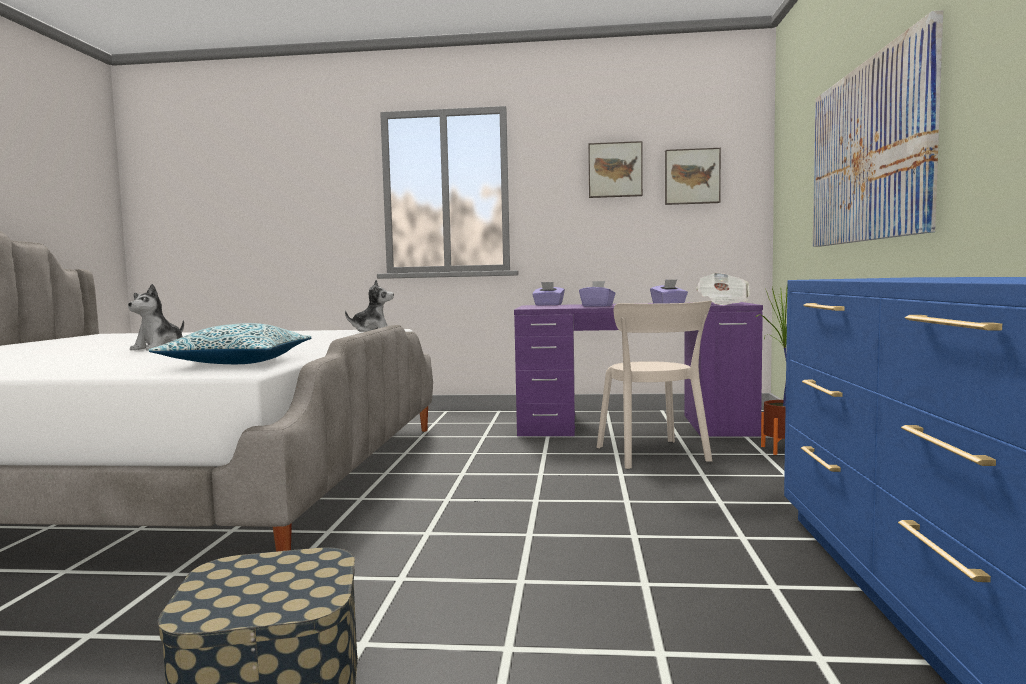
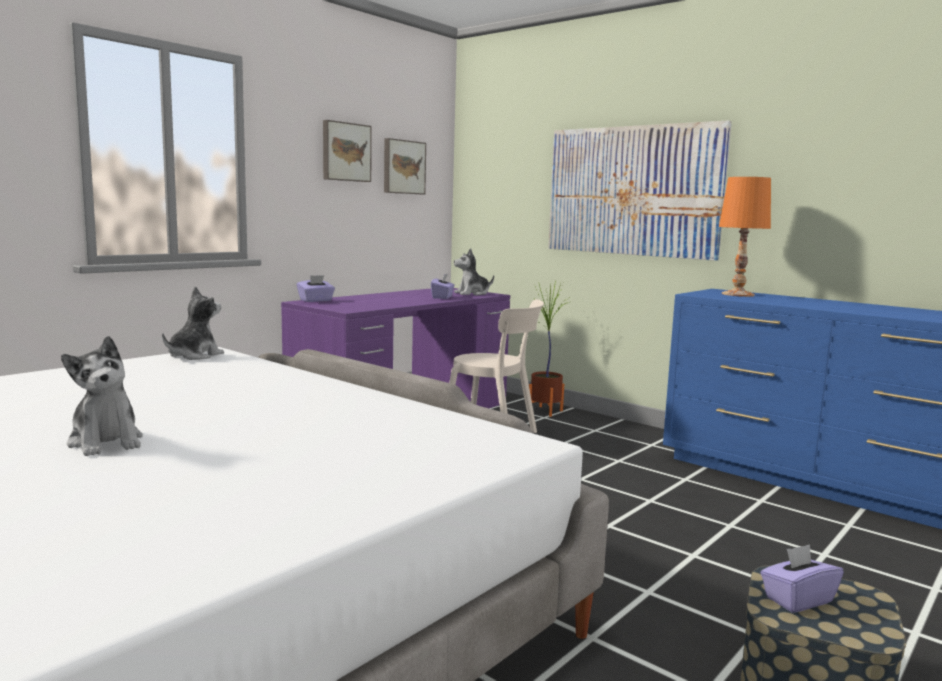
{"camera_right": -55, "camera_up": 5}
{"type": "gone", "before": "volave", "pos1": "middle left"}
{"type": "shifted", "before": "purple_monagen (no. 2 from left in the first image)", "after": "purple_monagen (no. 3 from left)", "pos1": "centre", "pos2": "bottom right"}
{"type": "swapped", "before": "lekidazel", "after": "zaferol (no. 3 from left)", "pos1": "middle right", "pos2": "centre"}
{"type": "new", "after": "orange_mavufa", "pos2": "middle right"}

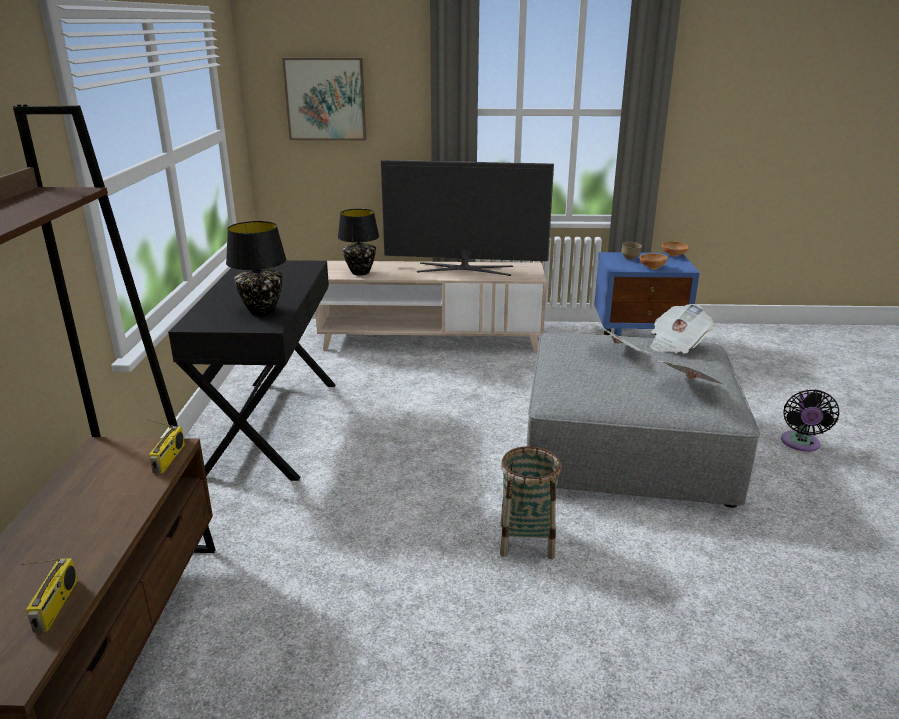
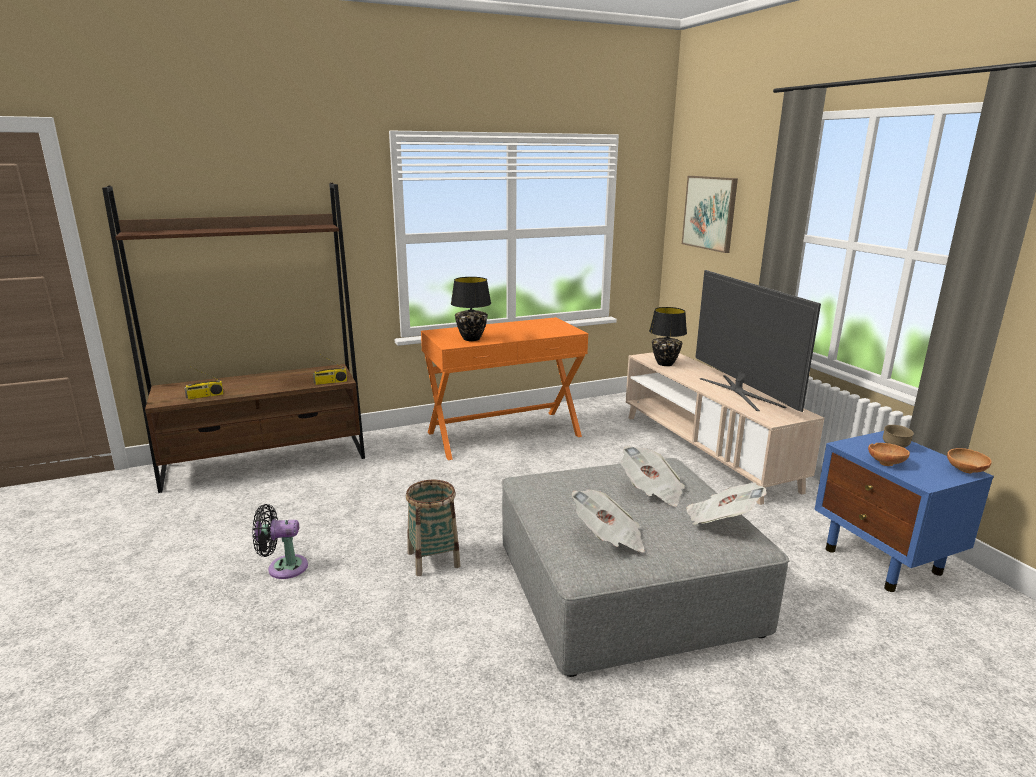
{"camera_right": 65, "camera_up": -5}
{"type": "repainted", "before": "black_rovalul", "after": "orange_rovalul", "pos1": "middle left", "pos2": "centre"}
{"type": "shifted", "before": "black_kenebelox", "pos1": "middle right", "pos2": "bottom left"}

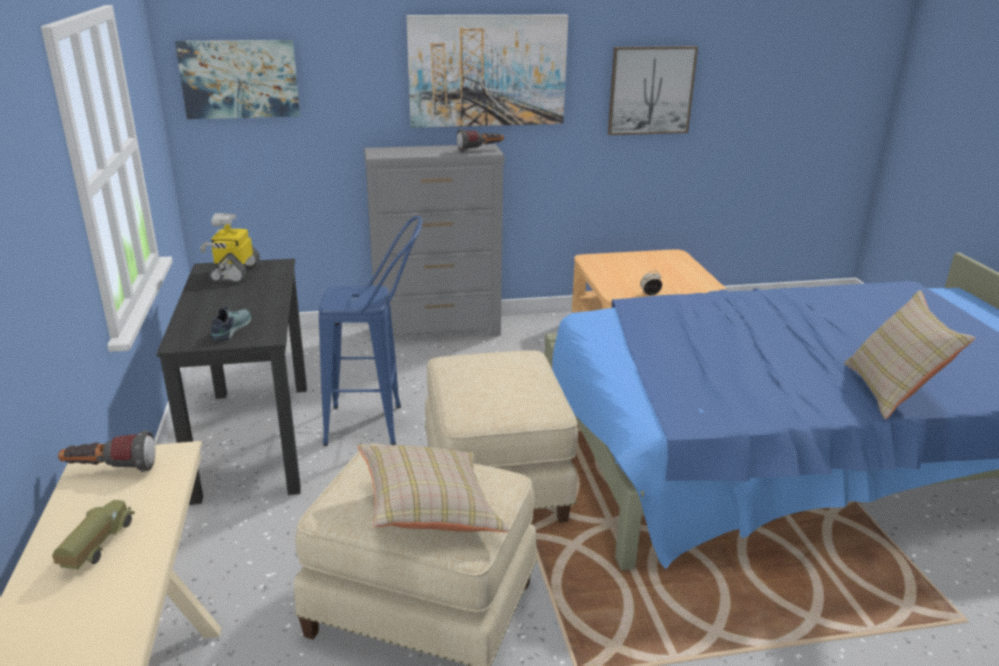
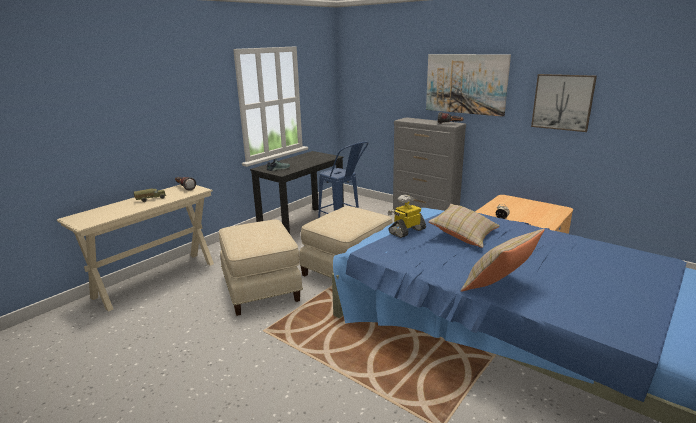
{"camera_right": 50, "camera_up": -5}
{"type": "gone", "before": "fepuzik (no. 1 from left)", "pos1": "top left"}
{"type": "shifted", "before": "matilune", "pos1": "middle left", "pos2": "centre"}
{"type": "shifted", "before": "beige_volave (no. 1 from left)", "pos1": "bottom centre", "pos2": "middle right"}

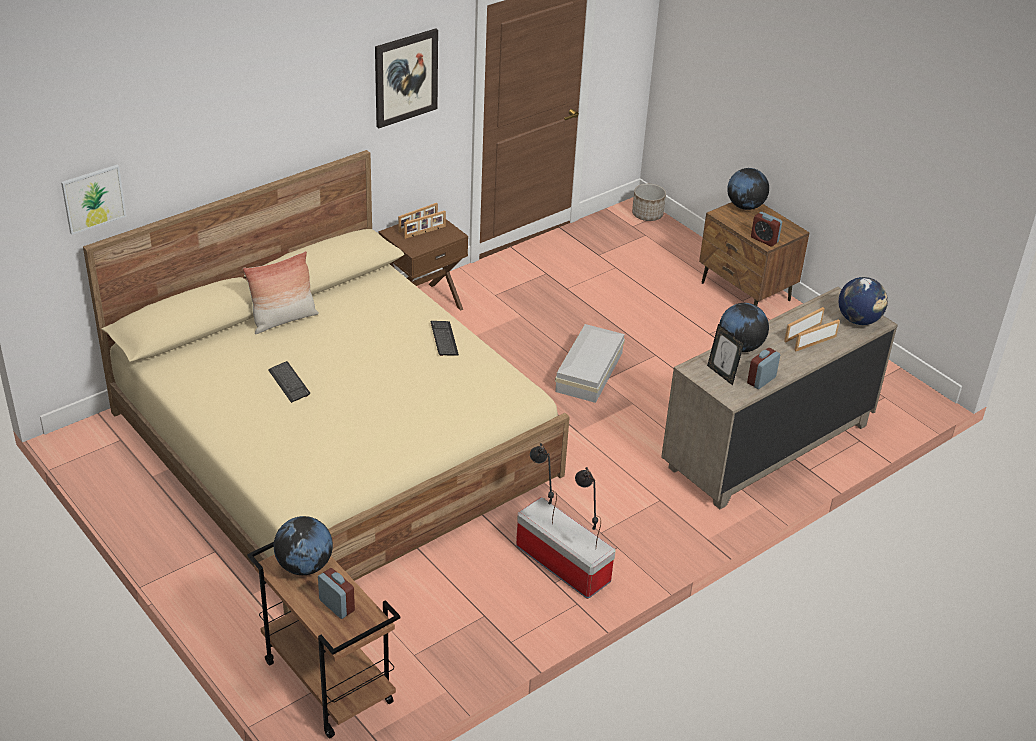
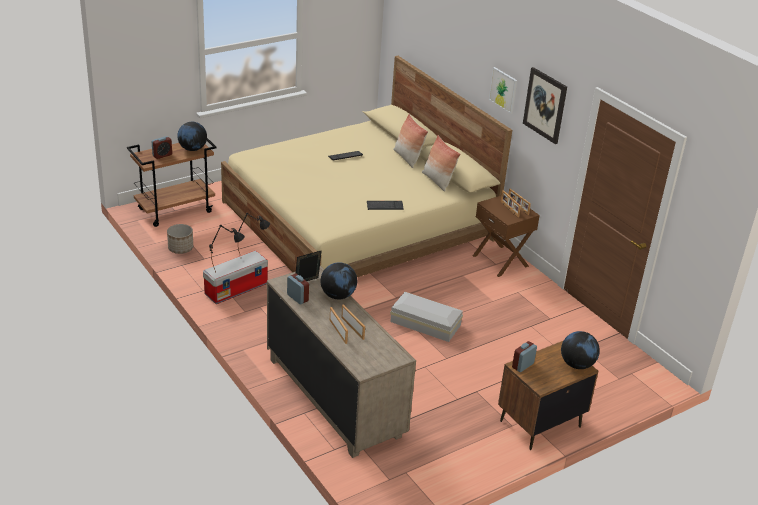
{"camera_right": 95, "camera_up": -5}
{"type": "shifted", "before": "fepuzik (no. 1 from left)", "pos1": "top left", "pos2": "top centre"}
{"type": "shifted", "before": "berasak", "pos1": "top centre", "pos2": "middle left"}
{"type": "gone", "before": "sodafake (no. 4 from left)", "pos1": "middle right"}
{"type": "new", "after": "volave (no. 2 from left)", "pos2": "top centre"}

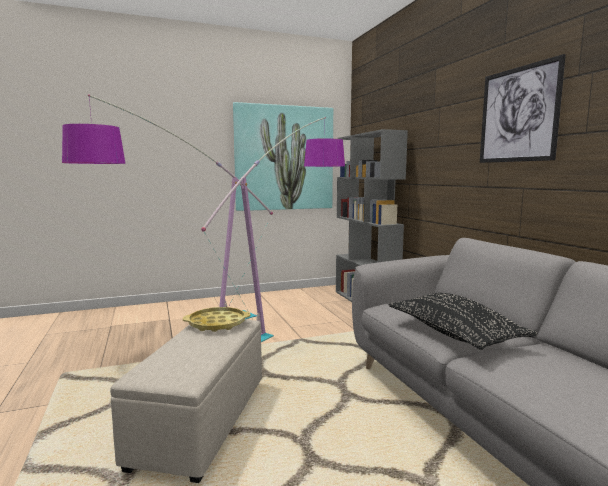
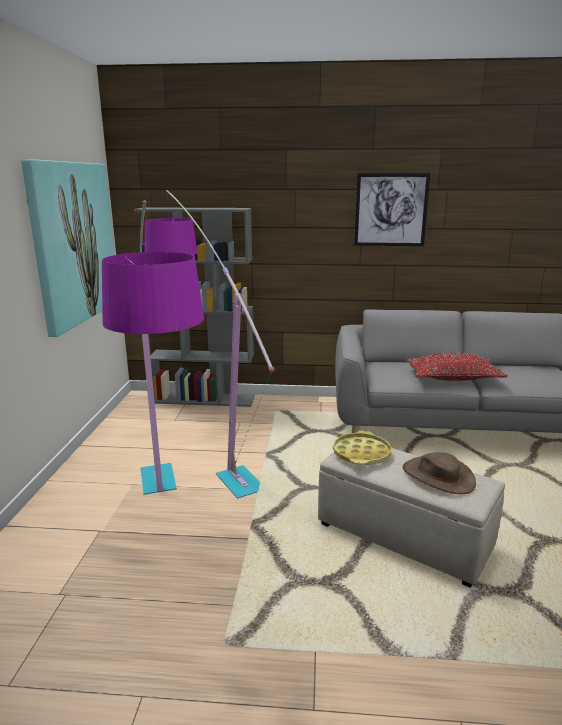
{"camera_right": -65, "camera_up": 10}
{"type": "repainted", "before": "black_volave", "after": "red_volave", "pos1": "middle right", "pos2": "middle right"}
{"type": "new", "after": "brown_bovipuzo", "pos2": "middle right"}

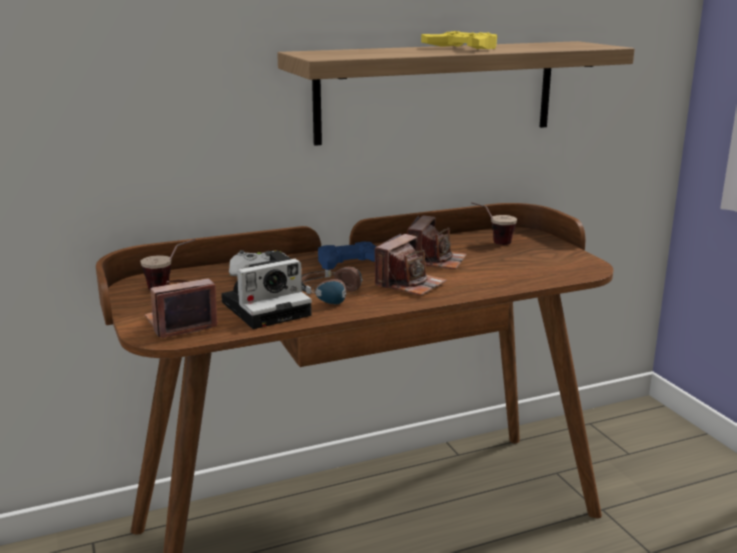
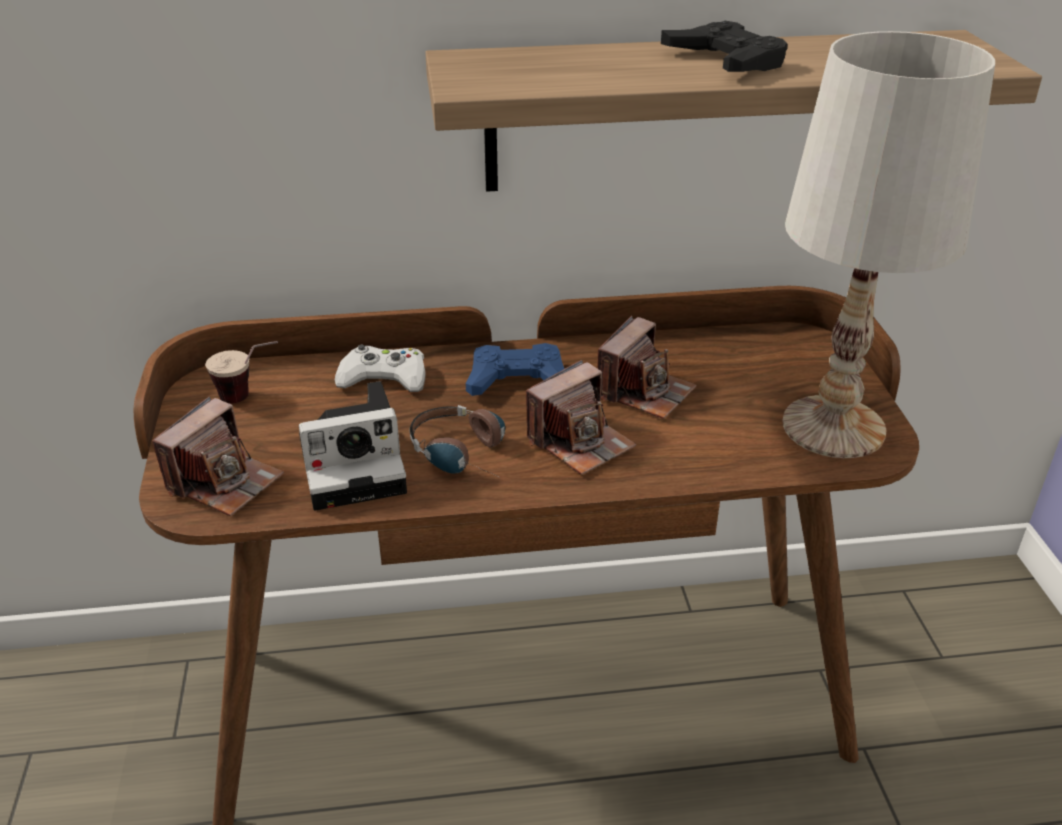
{"camera_right": 15, "camera_up": 15}
{"type": "rotated", "before": "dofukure (no. 1 from left)", "pos1": "middle left", "pos2": "middle left", "turn": 135}
{"type": "repainted", "before": "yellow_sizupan", "after": "black_sizupan", "pos1": "top centre", "pos2": "top right"}
{"type": "gone", "before": "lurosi (no. 2 from left)", "pos1": "middle right"}
{"type": "new", "after": "white_mavufa", "pos2": "top right"}

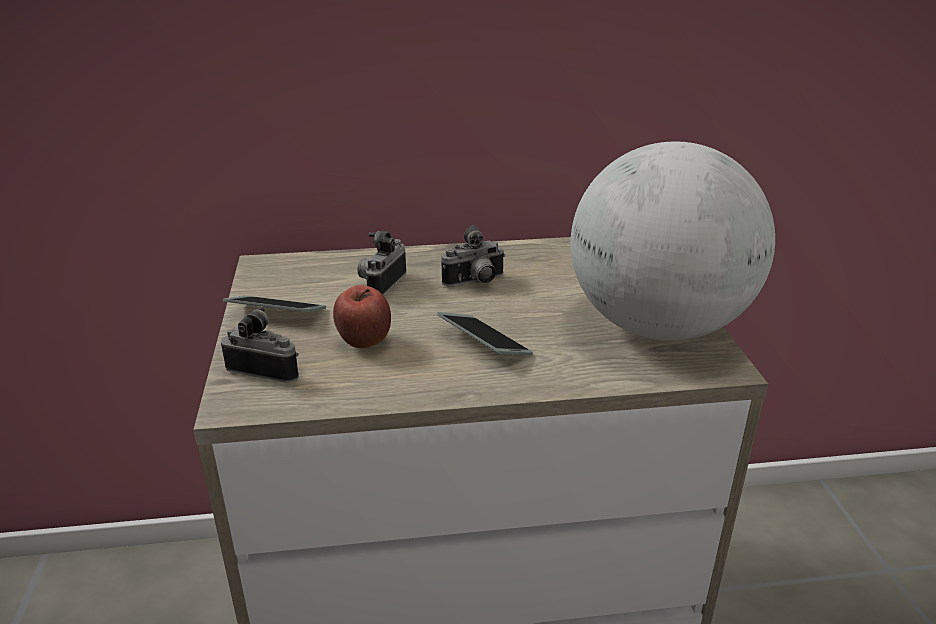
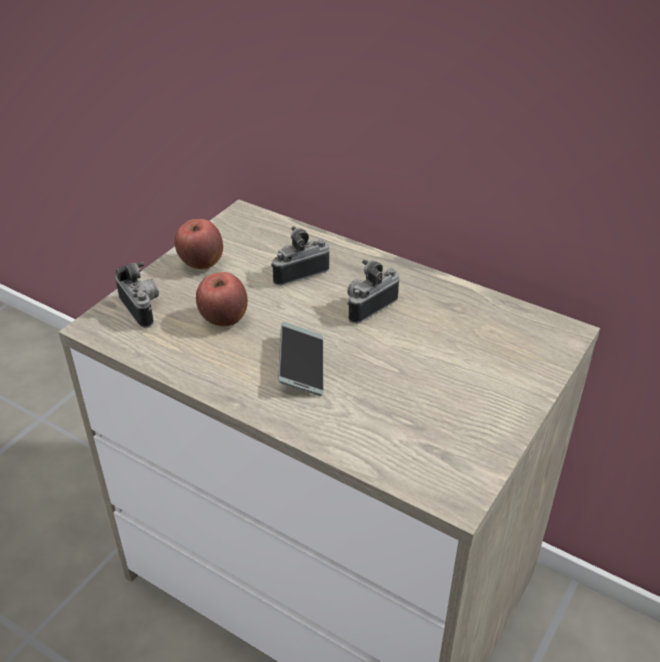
{"camera_right": 40, "camera_up": 10}
{"type": "swapped", "before": "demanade (no. 1 from left)", "after": "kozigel (no. 1 from left)", "pos1": "middle left", "pos2": "middle left"}
{"type": "rotated", "before": "dofukure (no. 3 from left)", "pos1": "centre", "pos2": "centre", "turn": 120}
{"type": "gone", "before": "sodafake", "pos1": "middle right"}

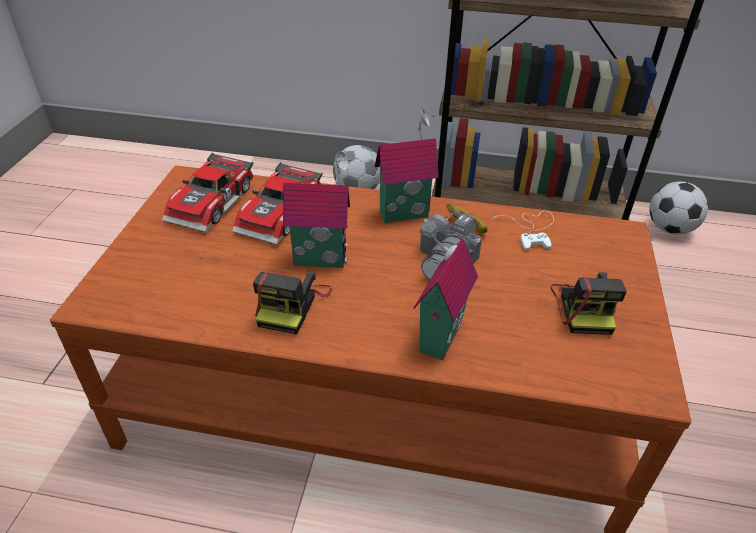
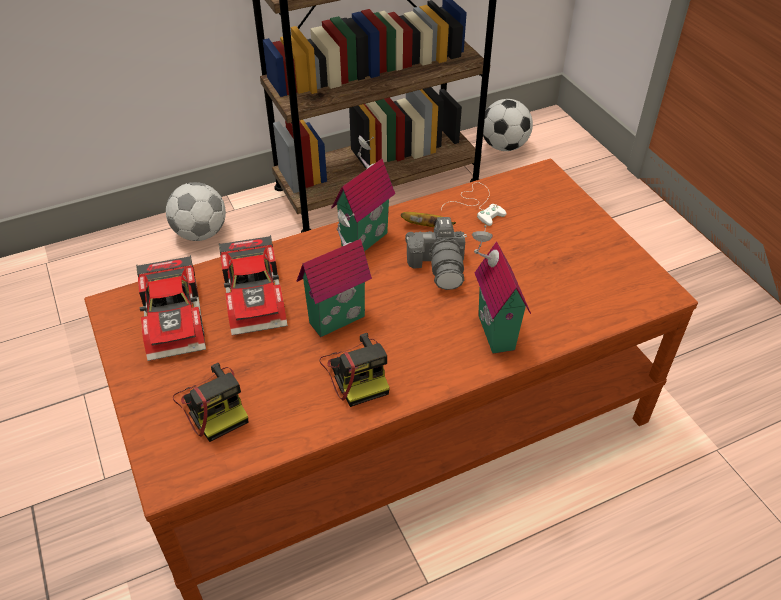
{"camera_right": -35, "camera_up": 5}
{"type": "shifted", "before": "dofukure (no. 3 from left in the first image)", "after": "dofukure (no. 1 from left)", "pos1": "middle right", "pos2": "bottom left"}

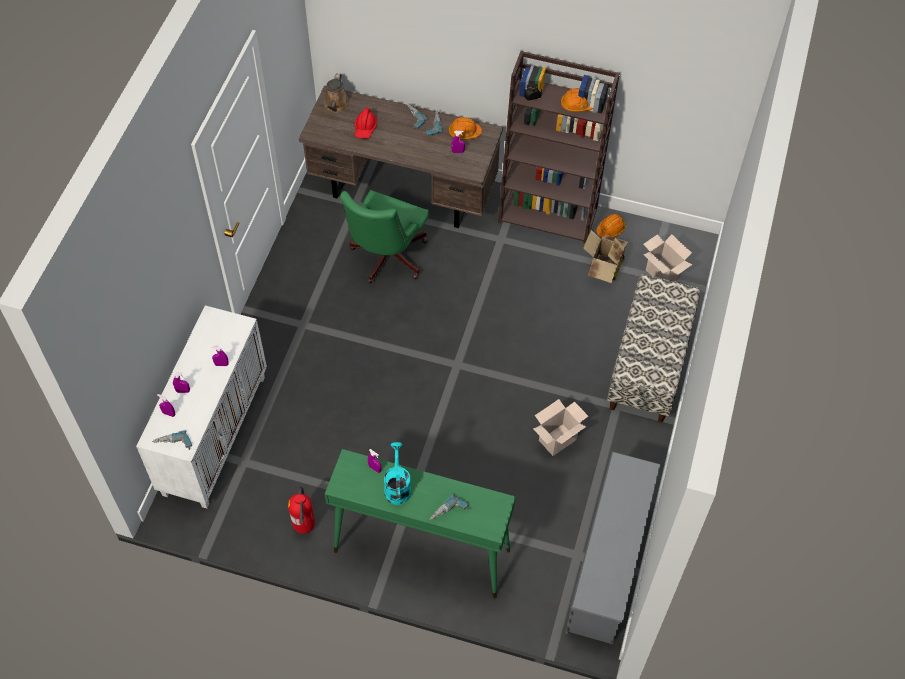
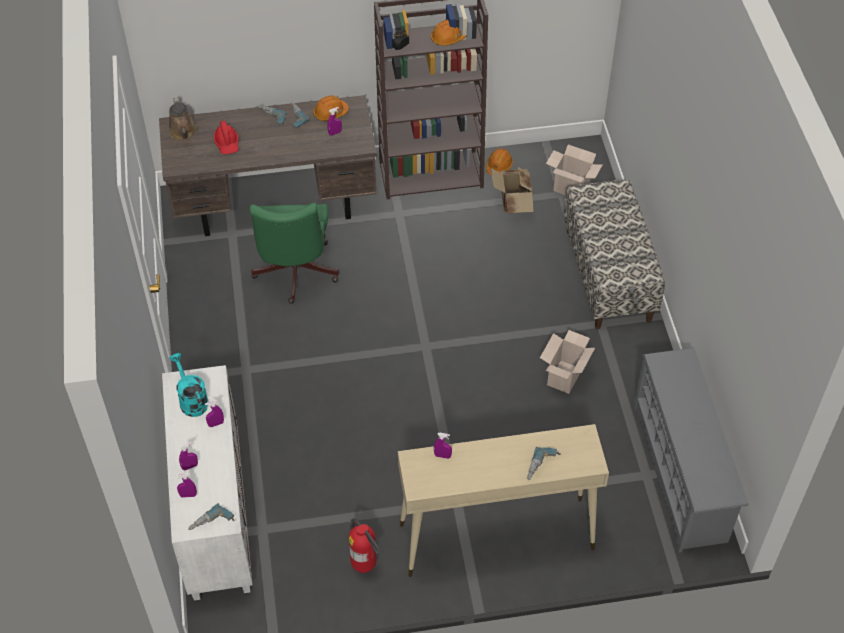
{"camera_right": -25, "camera_up": -5}
{"type": "repainted", "before": "green_rovalul", "after": "beige_rovalul", "pos1": "bottom centre", "pos2": "bottom centre"}
{"type": "shifted", "before": "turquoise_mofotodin", "pos1": "bottom centre", "pos2": "middle left"}

